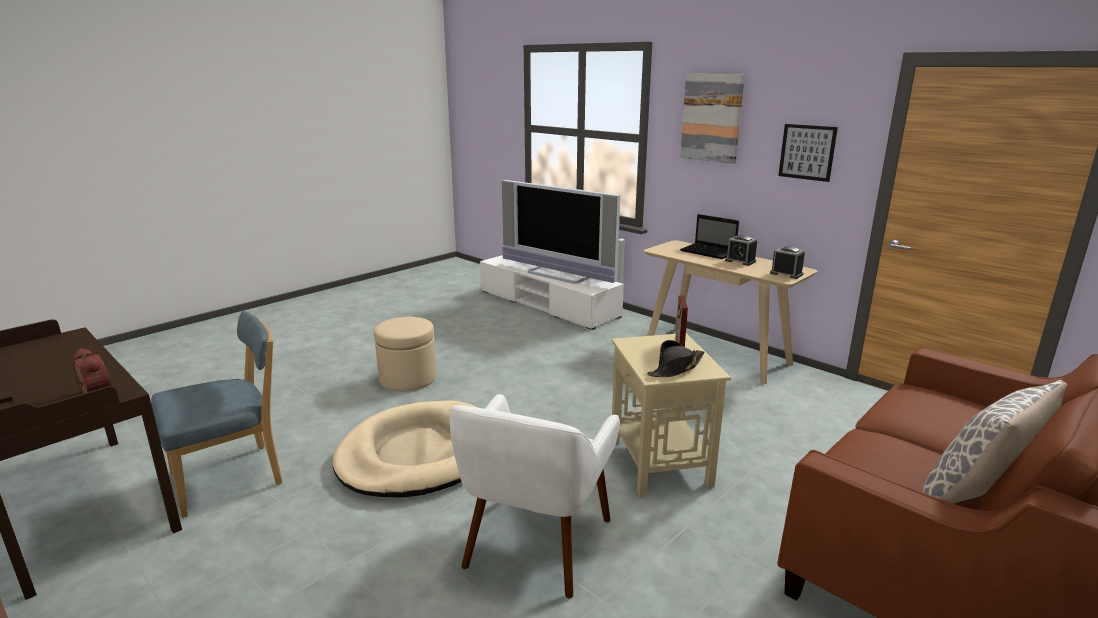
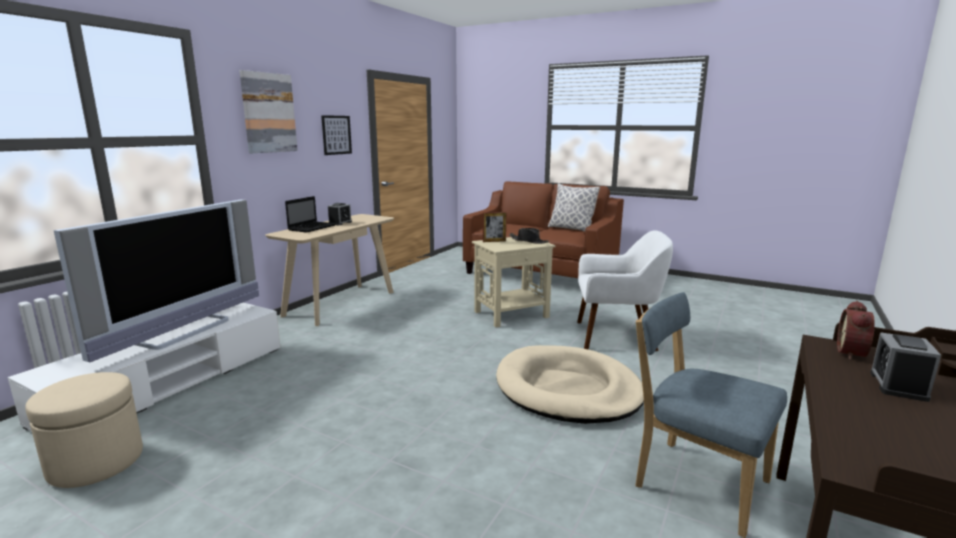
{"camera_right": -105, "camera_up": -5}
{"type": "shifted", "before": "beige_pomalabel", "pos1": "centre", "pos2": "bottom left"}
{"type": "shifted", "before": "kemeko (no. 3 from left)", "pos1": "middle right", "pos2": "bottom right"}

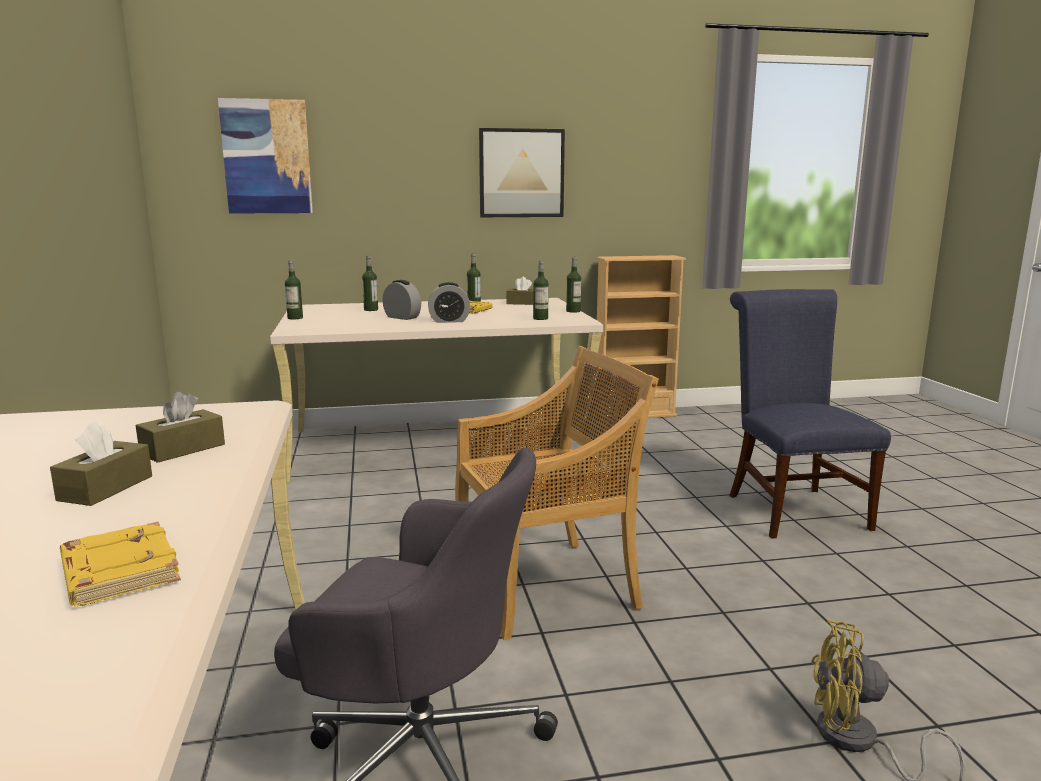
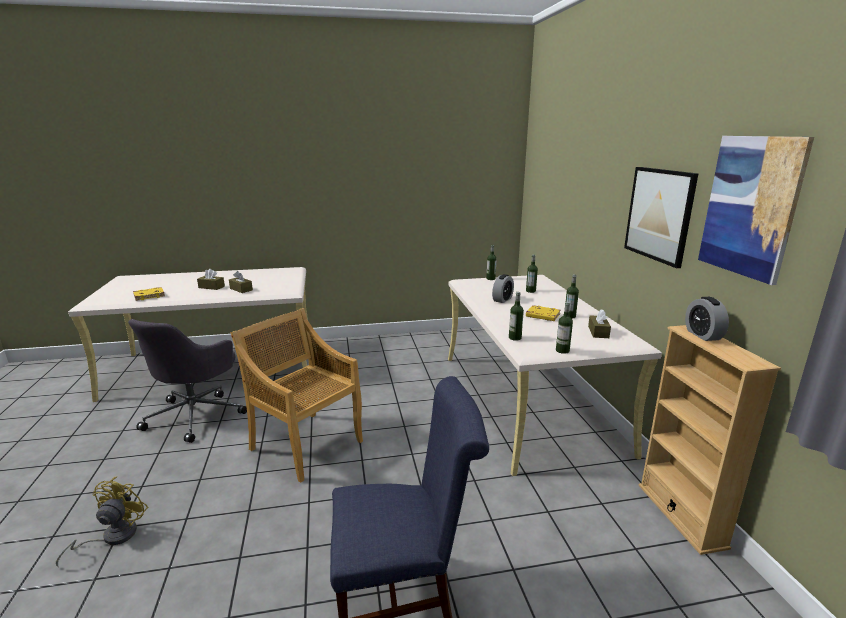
{"camera_right": 90, "camera_up": 5}
{"type": "shifted", "before": "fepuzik (no. 1 from left in the first image)", "after": "fepuzik (no. 2 from left)", "pos1": "top left", "pos2": "middle right"}
{"type": "shifted", "before": "kemeko (no. 2 from left)", "pos1": "centre", "pos2": "middle right"}
{"type": "rotated", "before": "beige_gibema", "pos1": "centre", "pos2": "centre", "turn": 150}

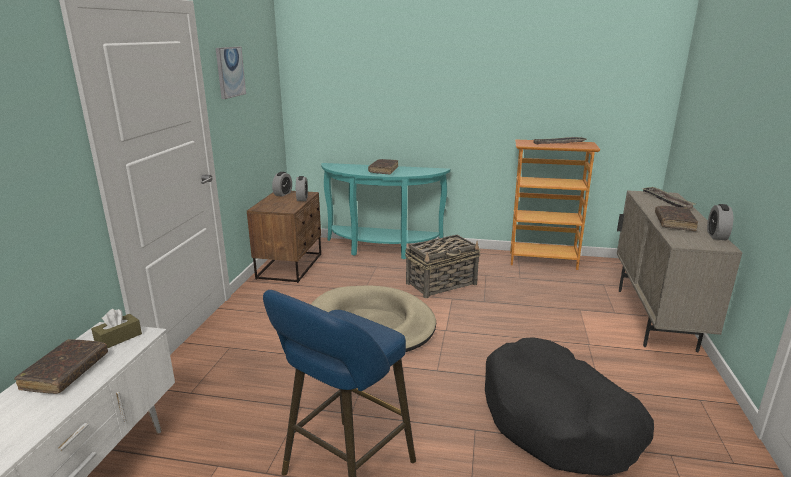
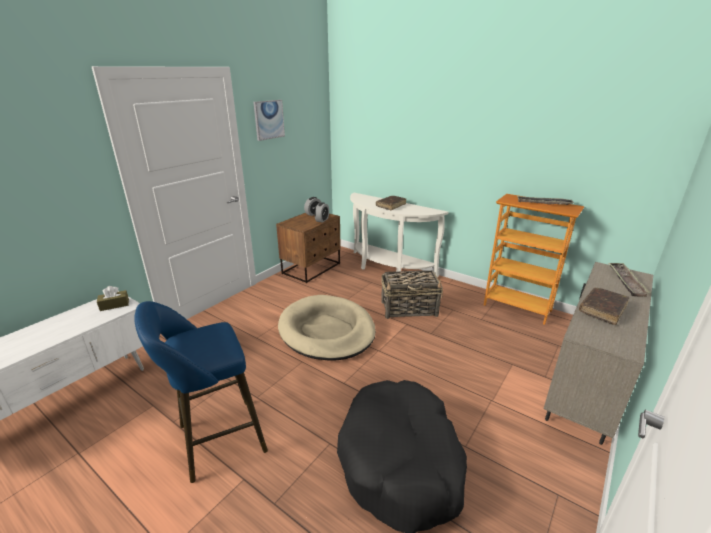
{"camera_right": 25, "camera_up": 5}
{"type": "gone", "before": "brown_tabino (no. 1 from left)", "pos1": "bottom left"}
{"type": "repainted", "before": "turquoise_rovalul", "after": "white_rovalul", "pos1": "centre", "pos2": "centre"}
{"type": "gone", "before": "kemeko (no. 3 from left)", "pos1": "middle right"}

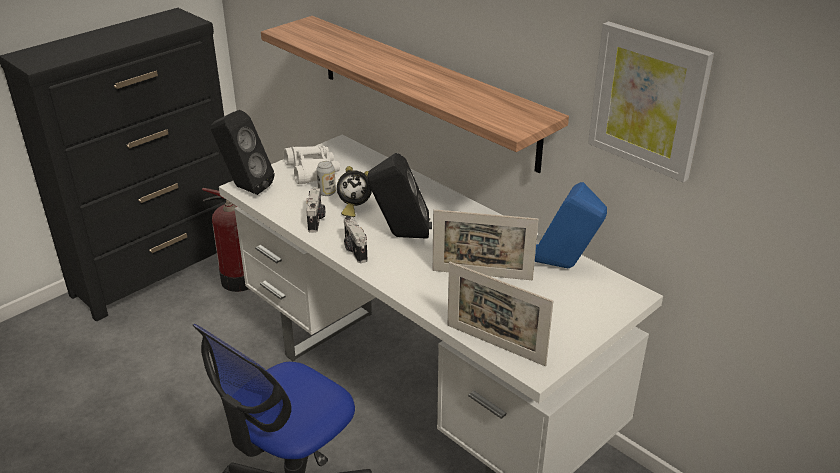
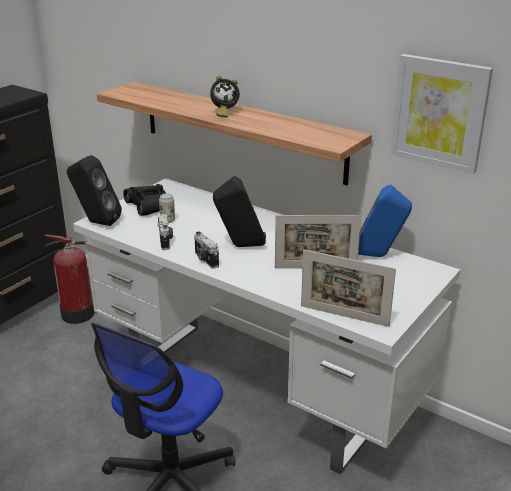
{"camera_right": -10, "camera_up": -5}
{"type": "repainted", "before": "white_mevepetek", "after": "black_mevepetek", "pos1": "centre", "pos2": "middle left"}
{"type": "shifted", "before": "kemeko", "pos1": "centre", "pos2": "top centre"}

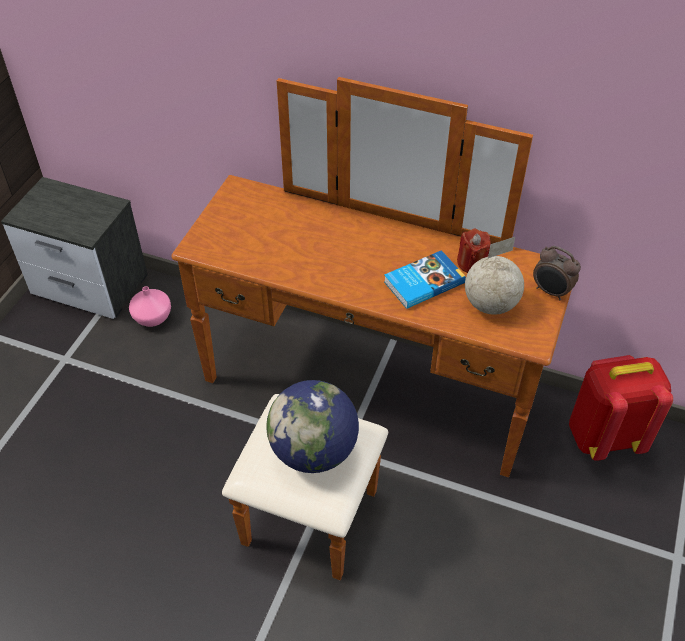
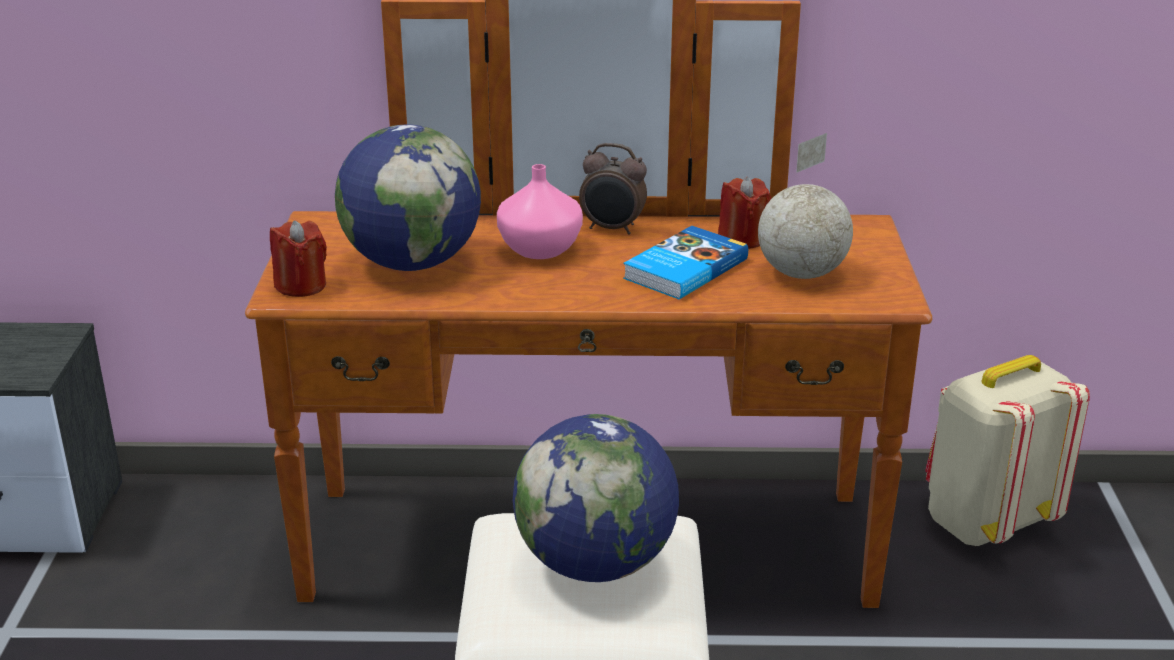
{"camera_right": -20, "camera_up": -20}
{"type": "shifted", "before": "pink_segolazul", "pos1": "middle left", "pos2": "top centre"}
{"type": "shifted", "before": "kemeko", "pos1": "middle right", "pos2": "top centre"}
{"type": "repainted", "before": "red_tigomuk", "after": "beige_tigomuk", "pos1": "middle right", "pos2": "bottom right"}
{"type": "new", "after": "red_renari (no. 1 from left)", "pos2": "middle left"}
{"type": "new", "after": "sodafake (no. 1 from left)", "pos2": "top centre"}

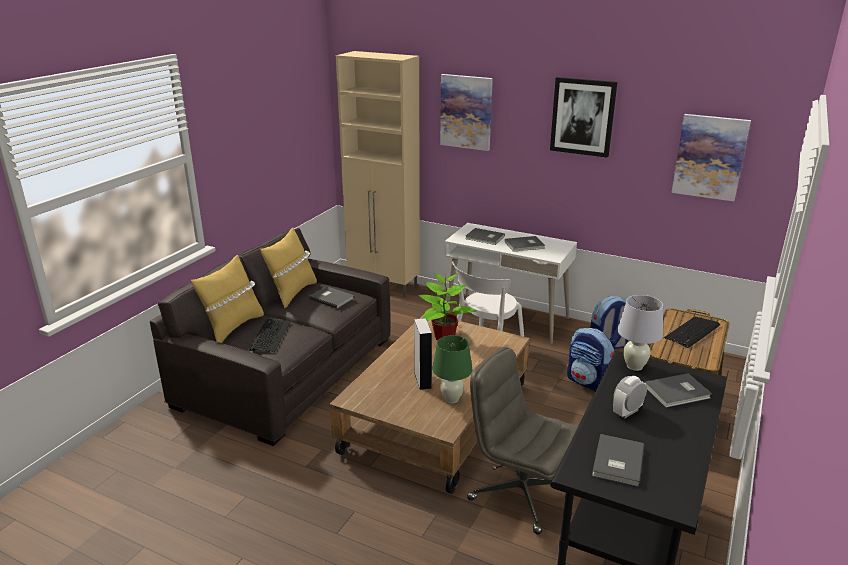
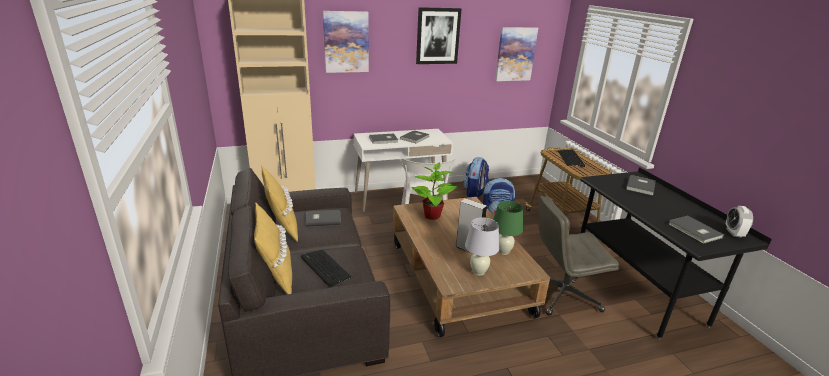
{"camera_right": -45, "camera_up": 0}
{"type": "shifted", "before": "kemeko", "pos1": "bottom right", "pos2": "middle right"}
{"type": "shifted", "before": "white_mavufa", "pos1": "middle right", "pos2": "centre"}

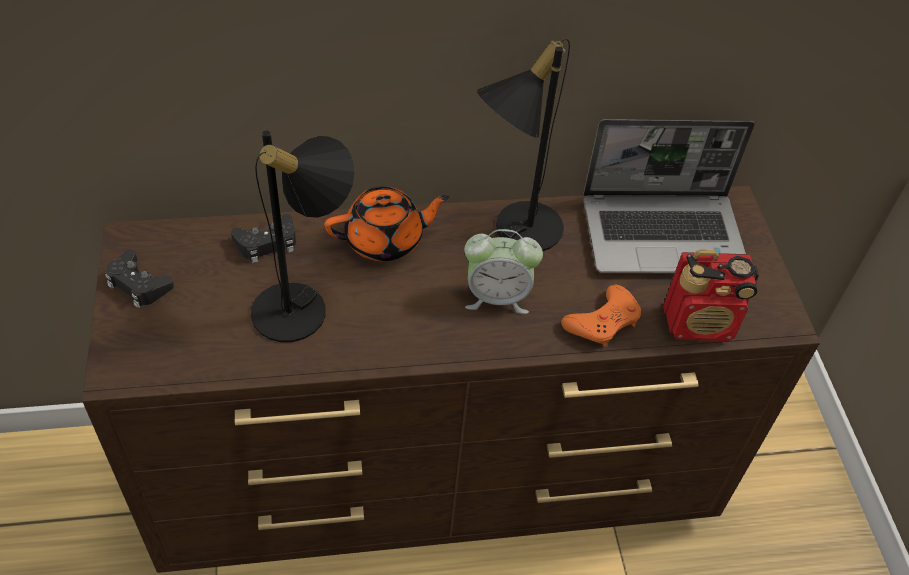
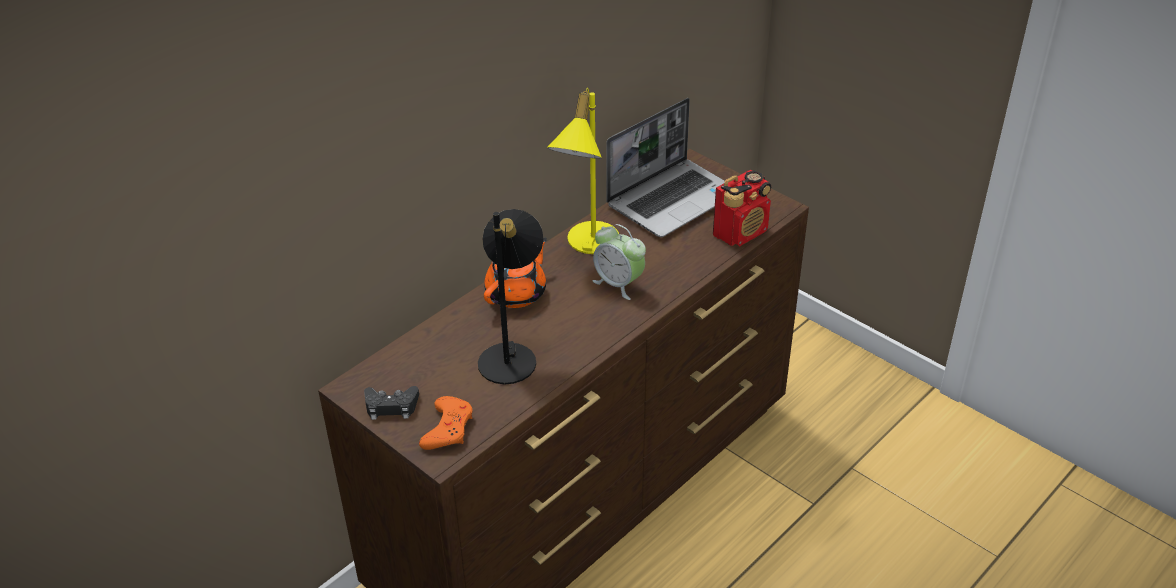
{"camera_right": -35, "camera_up": -10}
{"type": "gone", "before": "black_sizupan (no. 2 from left)", "pos1": "middle left"}
{"type": "rotated", "before": "kemeko", "pos1": "centre", "pos2": "centre", "turn": 75}
{"type": "repainted", "before": "black_mavufa (no. 2 from left)", "after": "yellow_mavufa", "pos1": "top centre", "pos2": "top centre"}
{"type": "shifted", "before": "orange_sizupan", "pos1": "centre", "pos2": "bottom centre"}

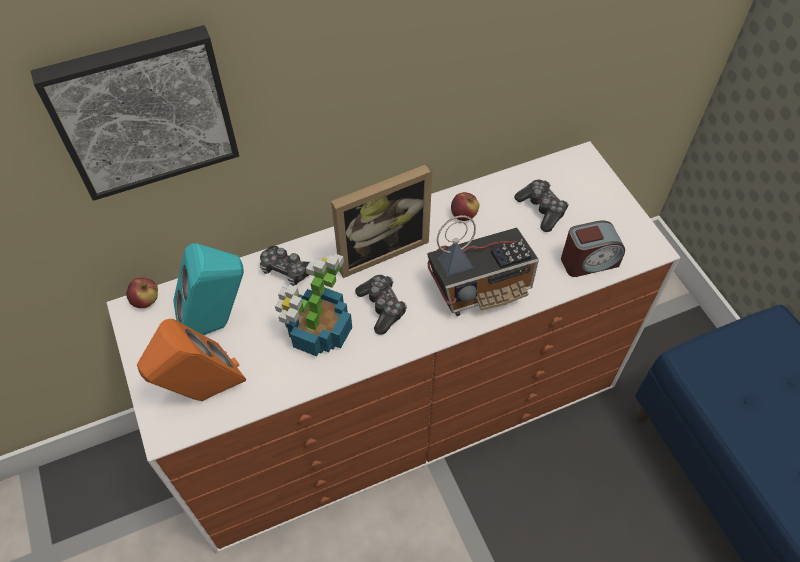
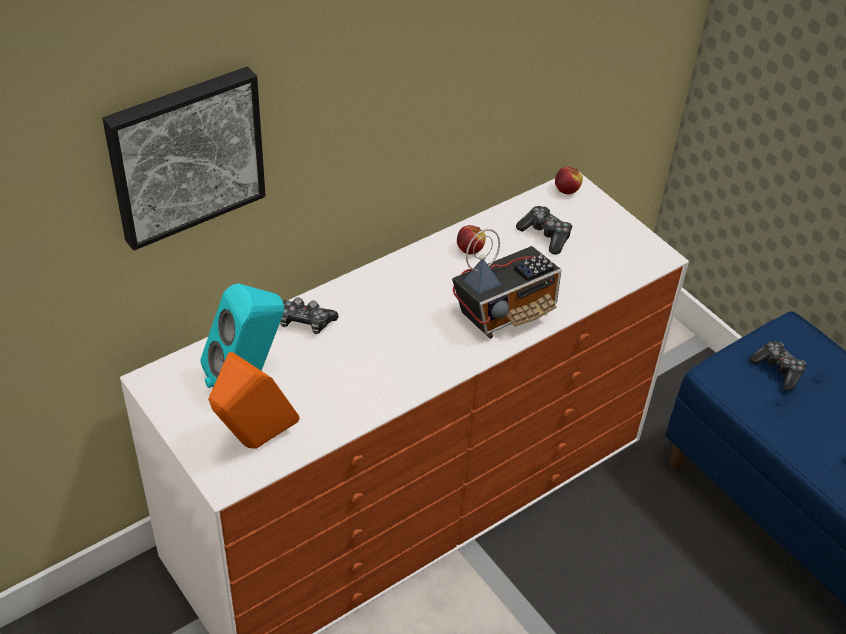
{"camera_right": -15, "camera_up": -10}
{"type": "shifted", "before": "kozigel (no. 1 from left in the first image)", "after": "kozigel (no. 2 from left)", "pos1": "middle left", "pos2": "top right"}
{"type": "gone", "before": "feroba", "pos1": "centre"}
{"type": "gone", "before": "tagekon", "pos1": "centre"}
{"type": "shifted", "before": "sizupan (no. 2 from left in the first image)", "after": "sizupan (no. 3 from left)", "pos1": "centre", "pos2": "middle right"}
{"type": "gone", "before": "kemeko", "pos1": "middle right"}

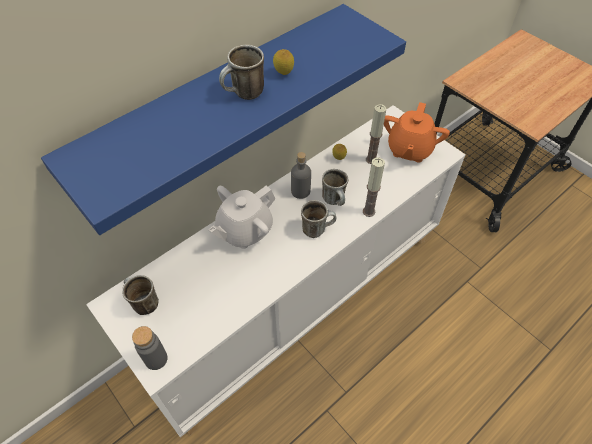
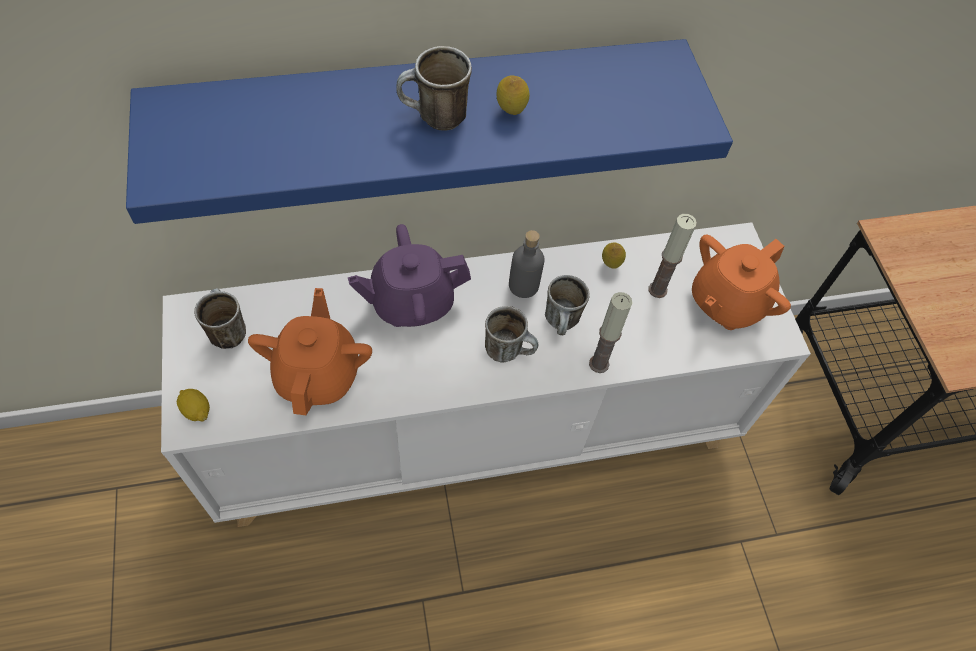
{"camera_right": 25, "camera_up": 5}
{"type": "swapped", "before": "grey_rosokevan (no. 1 from left)", "after": "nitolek (no. 1 from left)", "pos1": "bottom left", "pos2": "middle left"}
{"type": "repainted", "before": "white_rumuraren", "after": "purple_rumuraren", "pos1": "centre", "pos2": "centre"}
{"type": "new", "after": "orange_rumuraren (no. 1 from left)", "pos2": "middle left"}

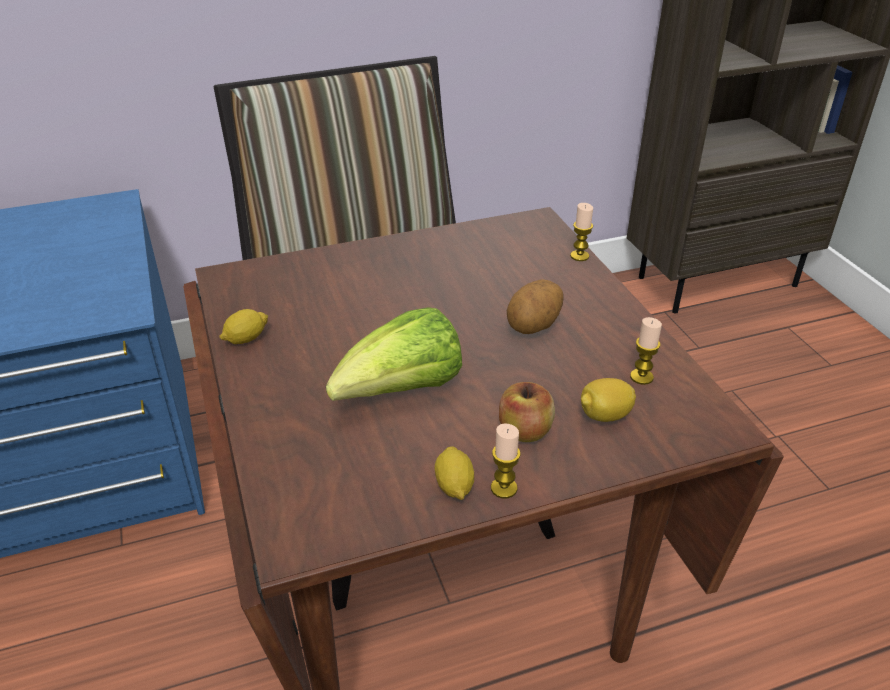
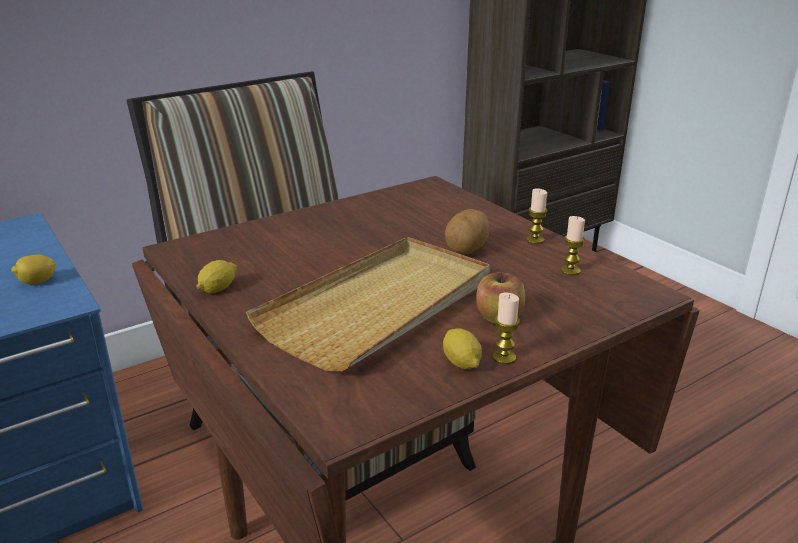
{"camera_right": -15, "camera_up": -10}
{"type": "swapped", "before": "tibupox", "after": "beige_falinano", "pos1": "centre", "pos2": "centre"}
{"type": "shifted", "before": "renari (no. 2 from left)", "pos1": "centre", "pos2": "middle right"}
{"type": "shifted", "before": "nitolek (no. 3 from left in the first image)", "after": "nitolek (no. 1 from left)", "pos1": "middle right", "pos2": "middle left"}

